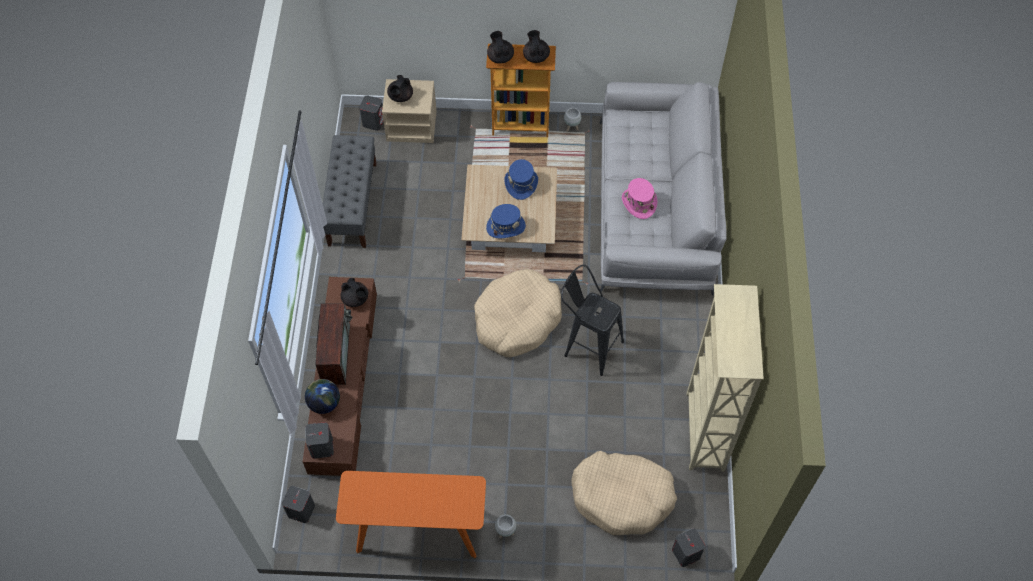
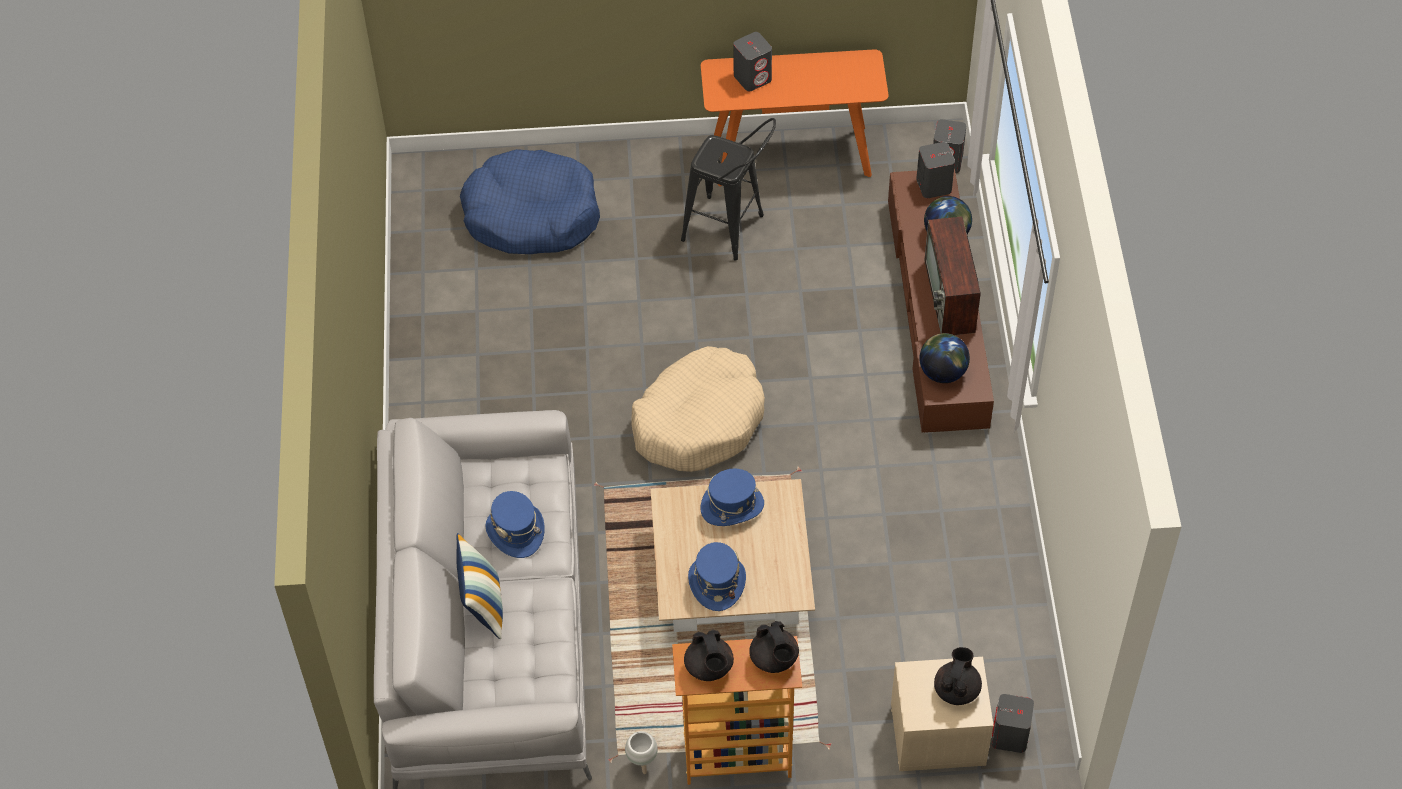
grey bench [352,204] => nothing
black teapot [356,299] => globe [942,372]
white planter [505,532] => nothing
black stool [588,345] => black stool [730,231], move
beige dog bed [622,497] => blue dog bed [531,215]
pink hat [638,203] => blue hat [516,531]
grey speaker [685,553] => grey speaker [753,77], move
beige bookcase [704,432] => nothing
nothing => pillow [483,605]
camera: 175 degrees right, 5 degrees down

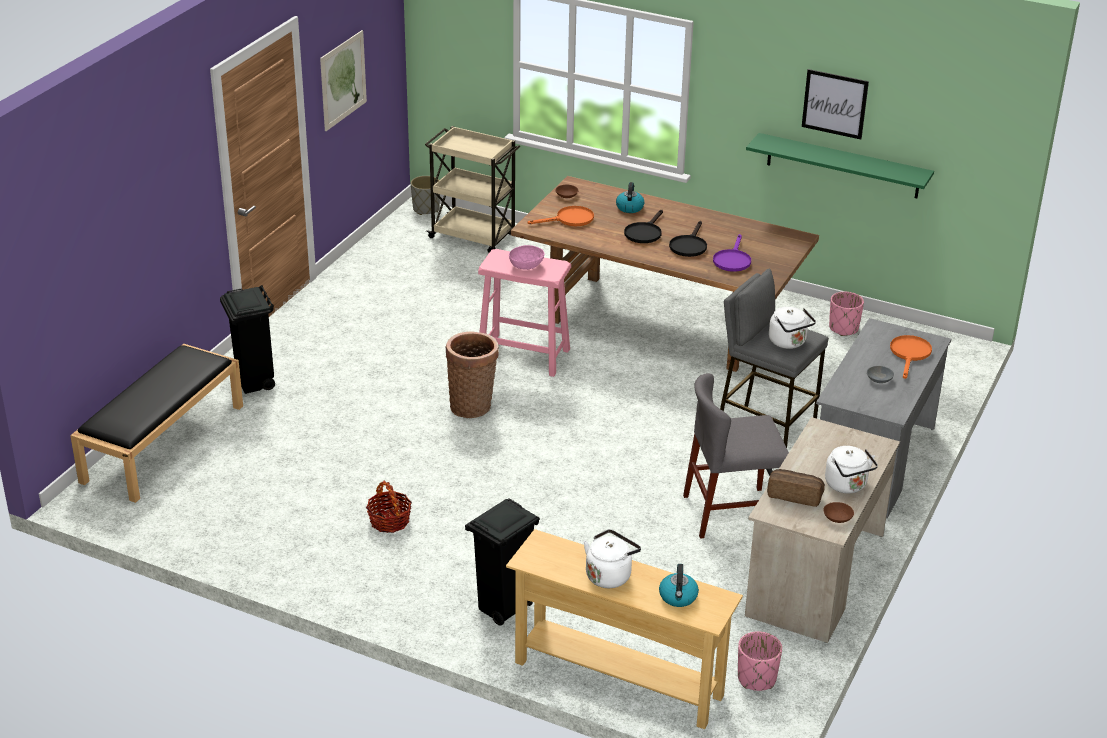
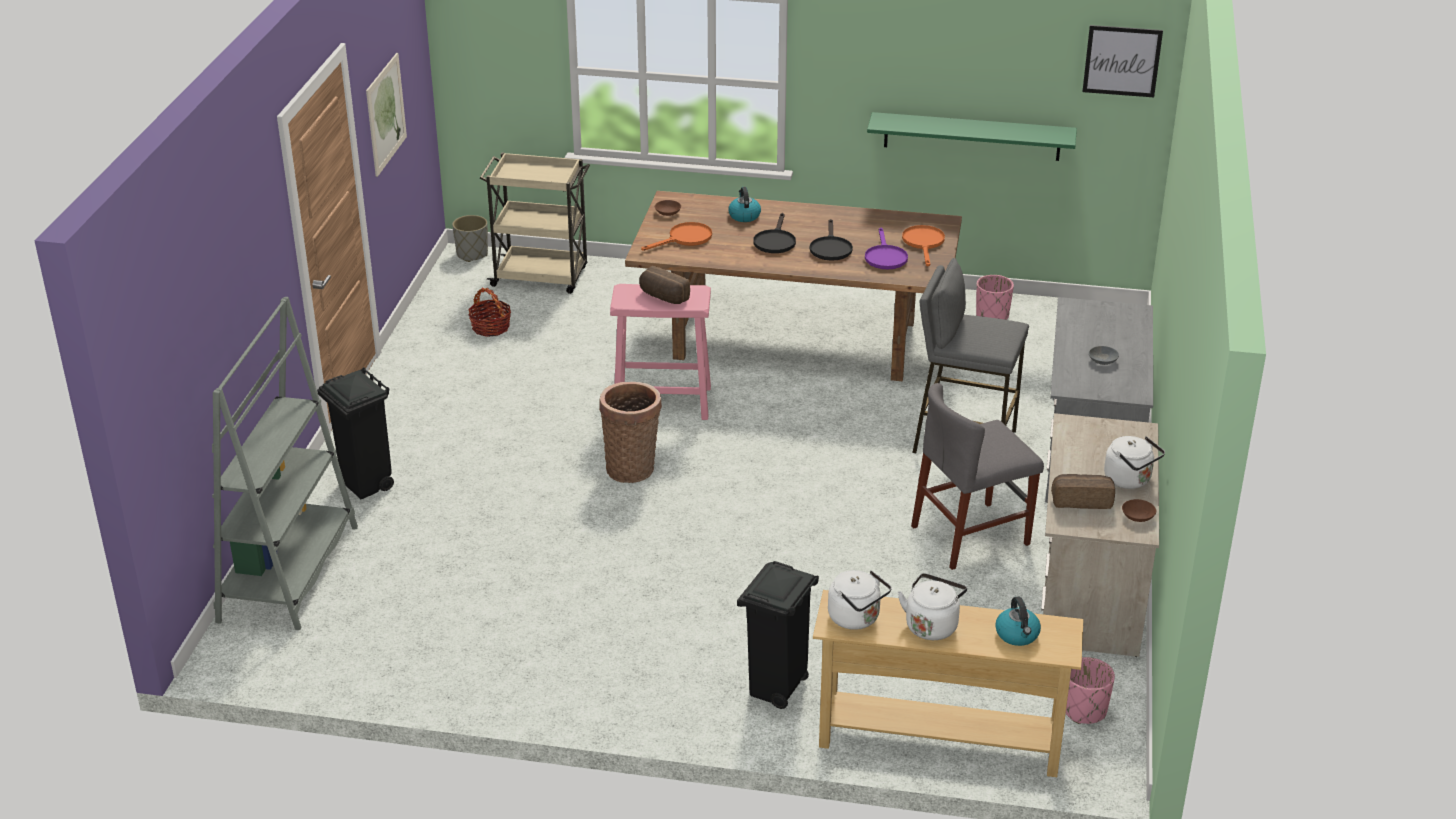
black bench [163,442] => grey bookcase [289,573]
basket [389,521] => basket [490,327], move
pink bowl [526,265] => bread [663,297]
white kettle [789,342] => white kettle [857,619], move
picture [834,104] => picture [1122,61], move
orange frying pan [910,354] => orange frying pan [924,243], move
camera: 15 degrees left, 0 degrees up

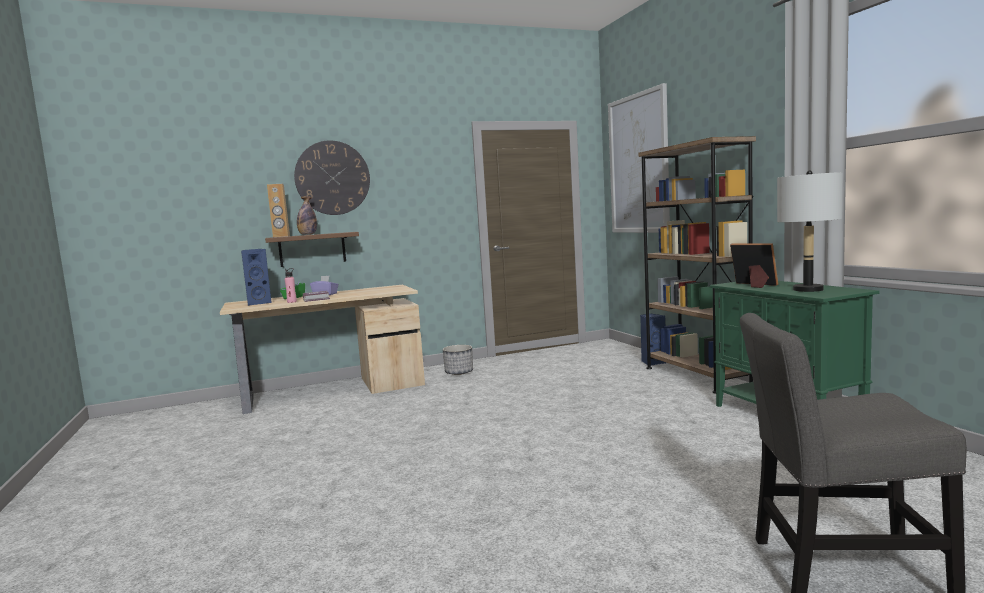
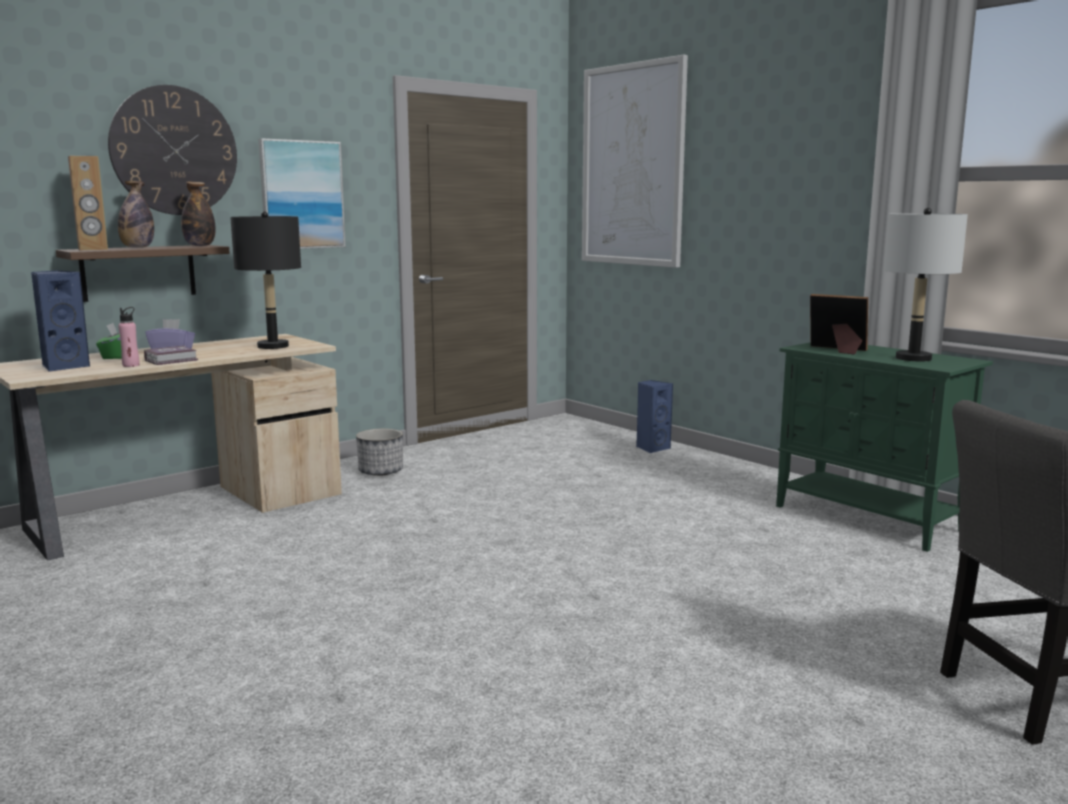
brown bookcase [696,376] => nothing
nothing => bottle [200,246]
nothing => black table lamp [273,346]
nothing => picture [302,195]
camera: 20 degrees left, 5 degrees up

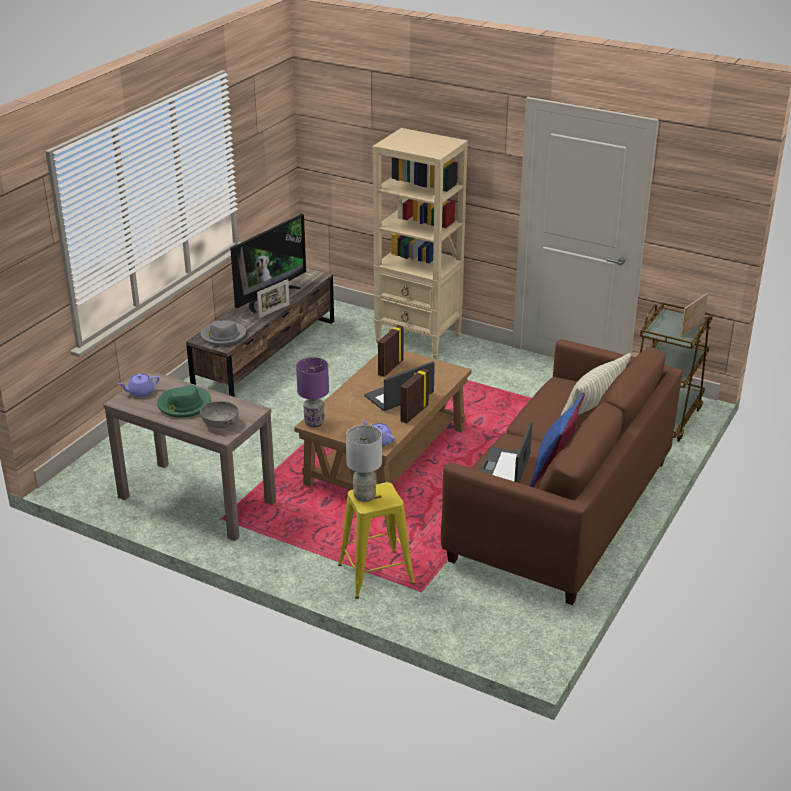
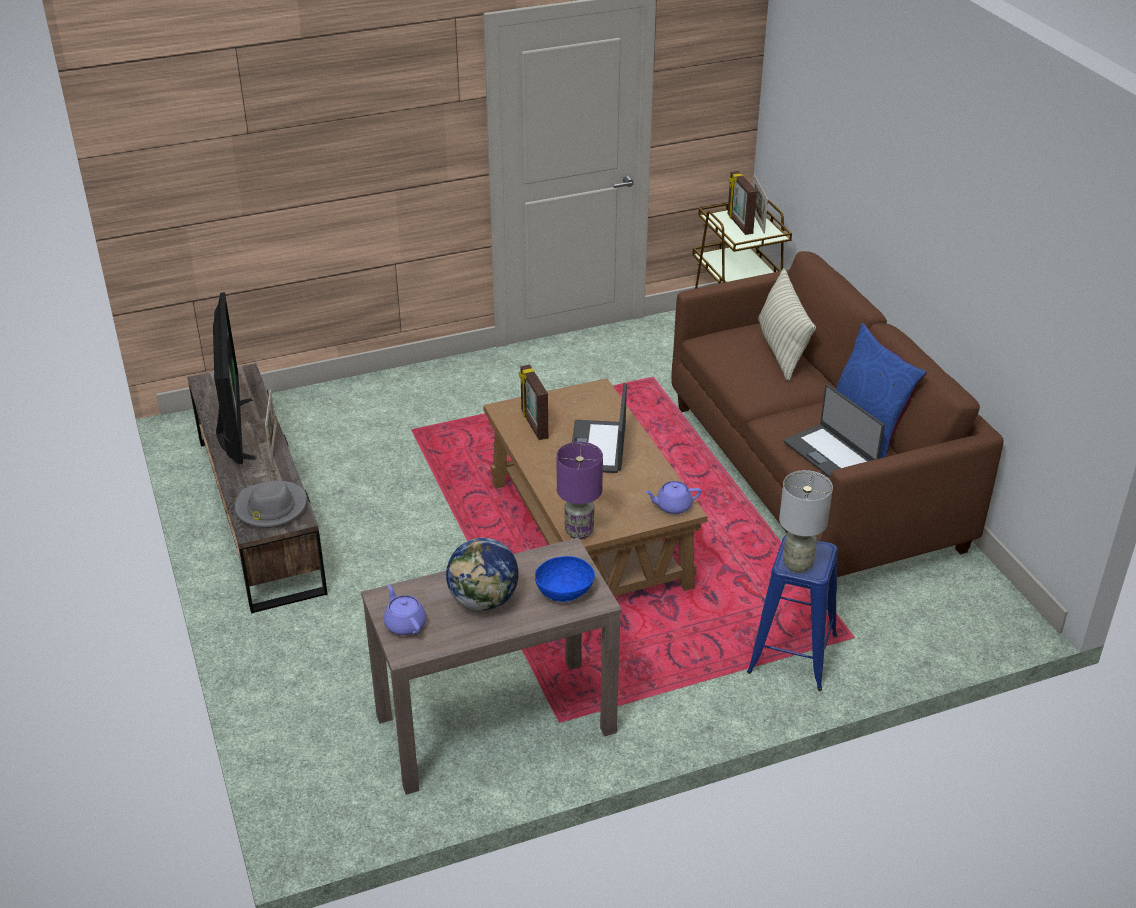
purple teapot [140,392] => purple teapot [405,624], 135 degrees clockwise
green hat [184,404] => globe [484,601]
grey bowl [220,423] => blue bowl [564,590]
yellow stool [376,574] => blue stool [792,653]
beige bookcase [418,339] => nothing
picture frame [414,413] => picture frame [739,224], move
camera: 50 degrees left, 5 degrees up

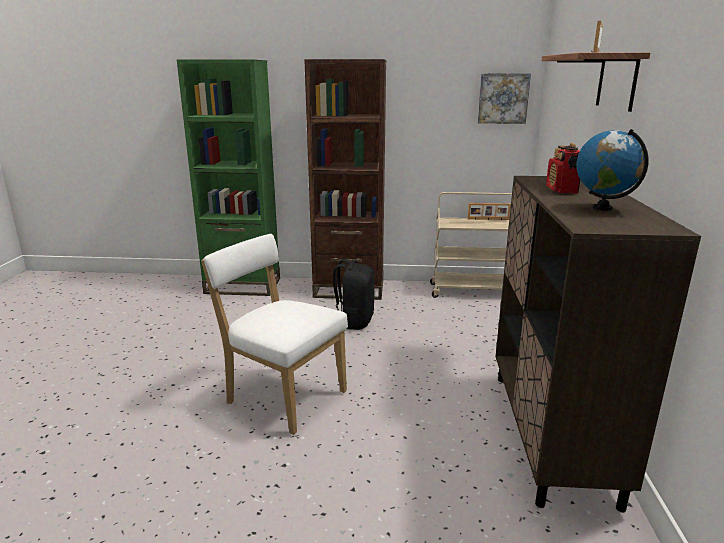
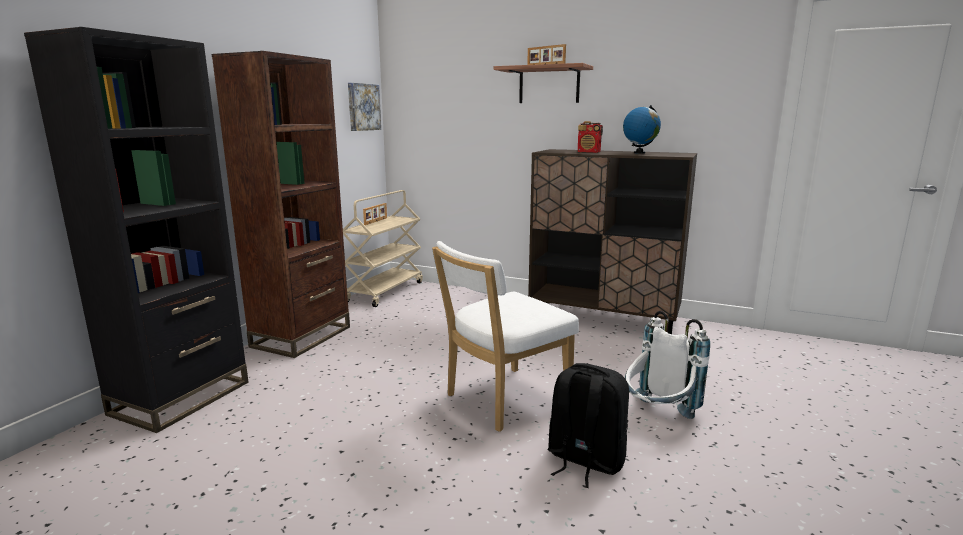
green bookcase [243,286] => black bookcase [181,398]
black backpack [354,321] => black backpack [584,460], move
nothing => white backpack [658,417]
camera: 70 degrees left, 5 degrees down

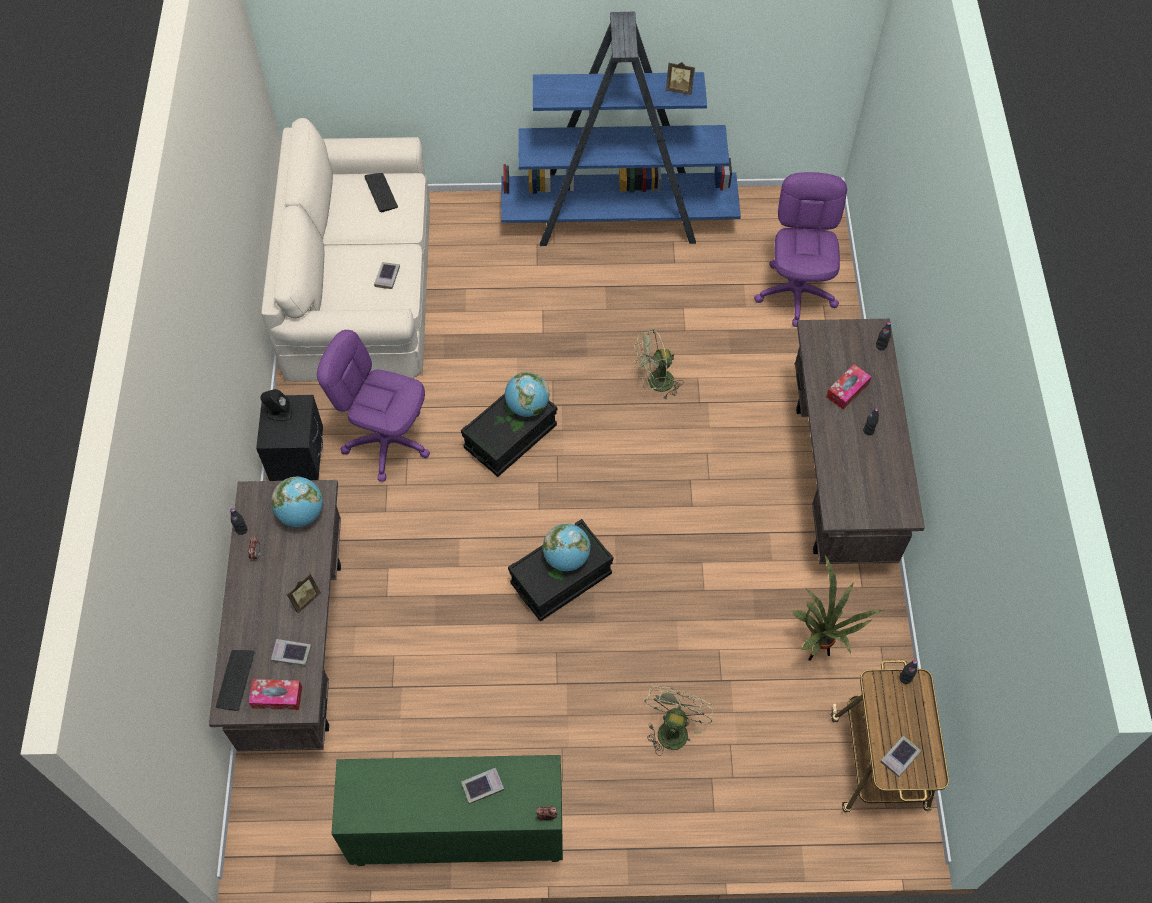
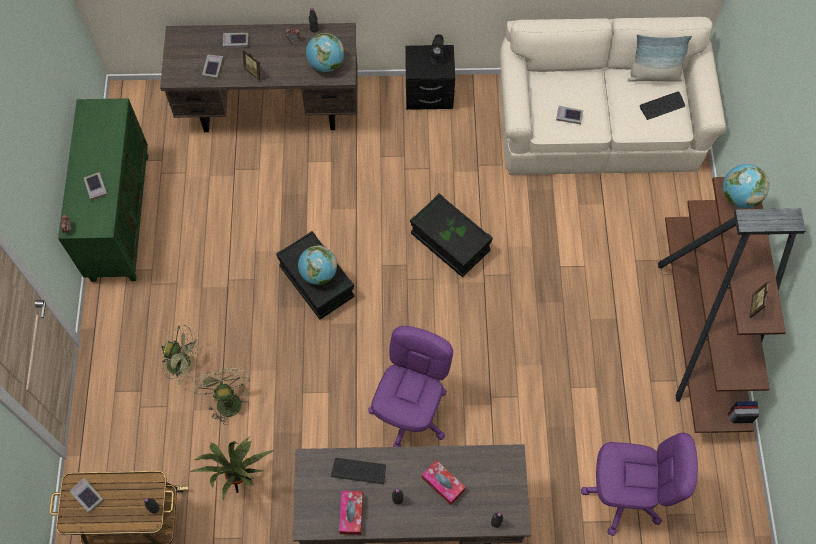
keyboard [235,680] => keyboard [359,471], move
tissue box [277,697] => tissue box [351,514], move
purple office chair [387,442] => purple office chair [411,412], move
blue bookcase [619,218] => brown bookcase [700,332]
globe [527,406] => globe [739,197], move
green fan [655,383] => green fan [226,400], move
nothing => book [236,41]
nothing => pillow [653,75]
camera: 90 degrees right, 5 degrees up

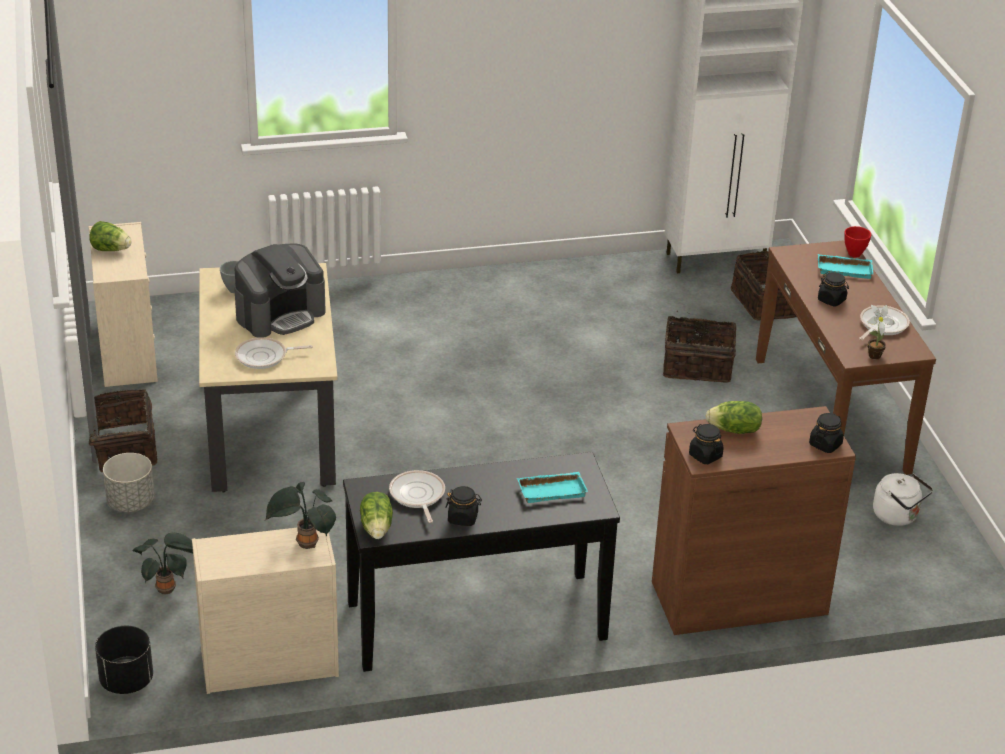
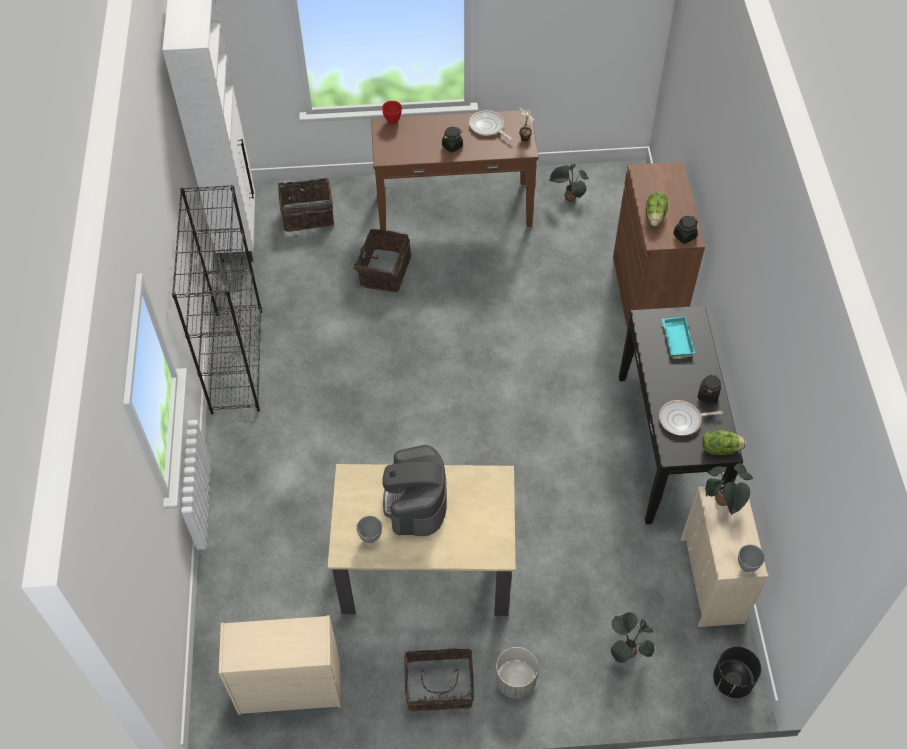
lettuce [111,249] => nothing
coffee machine [280,314] => coffee machine [416,503], 150 degrees counterclockwise
frying pan [264,357] => nothing
black jar [825,444] => nothing
turquoise tray [845,269] => nothing
white kettle [898,516] => potted plant [568,198]
nothing => black bookcase [236,360]
nothing => grey bowl [747,567]
camera: 80 degrees left, 20 degrees up

